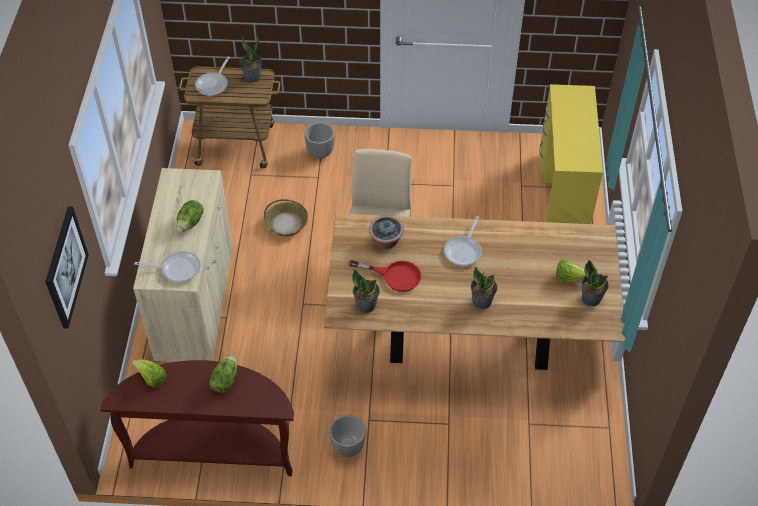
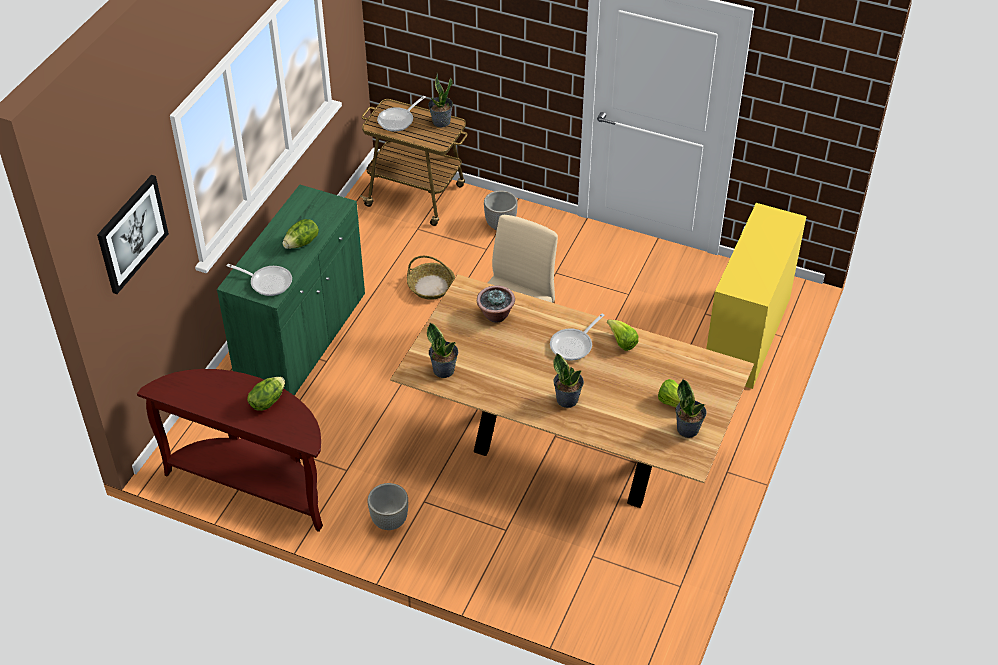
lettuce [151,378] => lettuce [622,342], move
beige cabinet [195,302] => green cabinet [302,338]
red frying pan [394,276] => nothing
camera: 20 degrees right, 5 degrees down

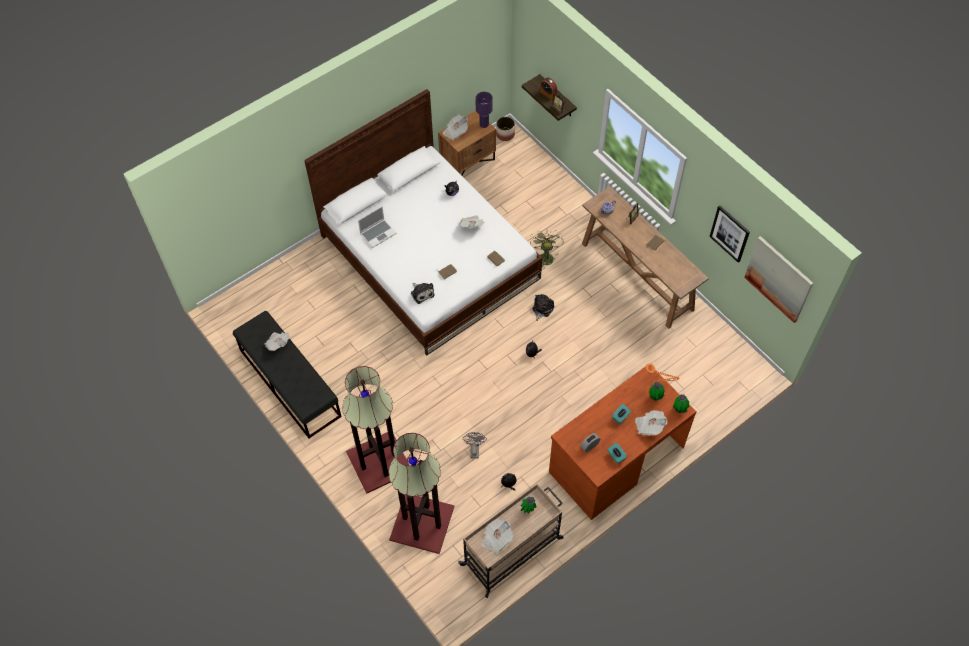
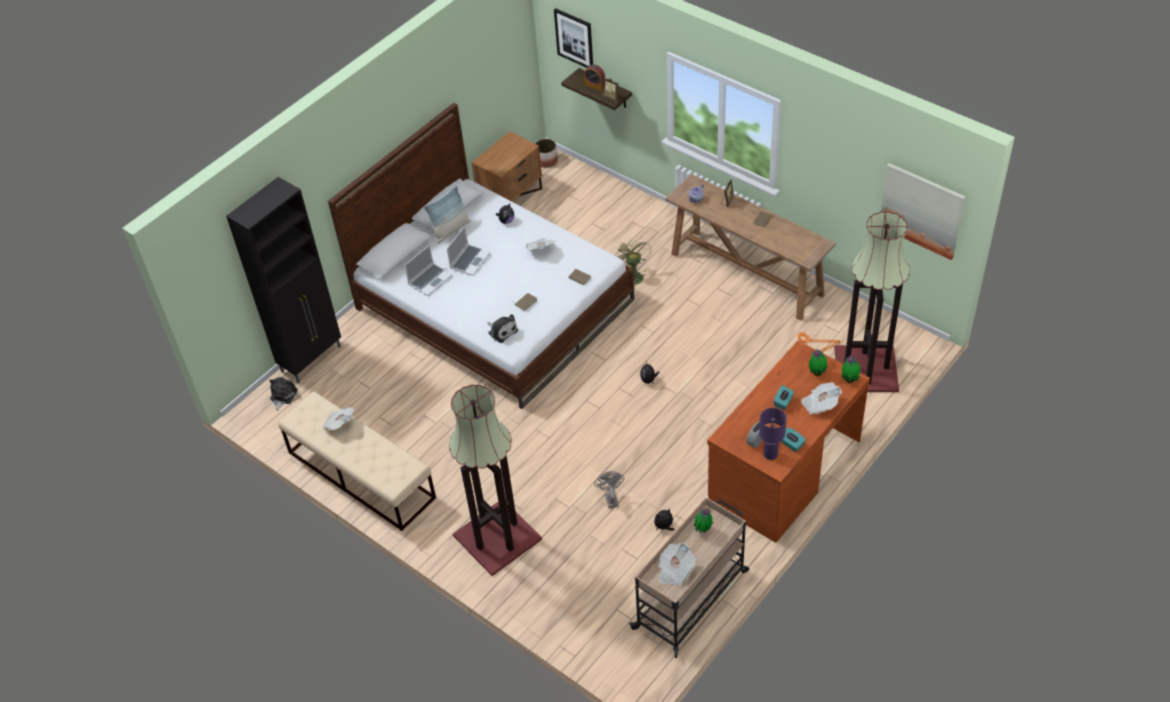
black bench [289,383] => beige bench [361,475]
floor lamp [421,524] => floor lamp [865,370], move
newspaper [455,132] => nothing
purple table lamp [484,124] => purple table lamp [770,455], move
plush toy [542,308] => plush toy [282,396], move
picture [730,233] => picture [574,38], move
nothing => black cabinet [312,358]
nothing => pillow [450,230]
nothing => laptop [470,260]
camera: 10 degrees left, 10 degrees down

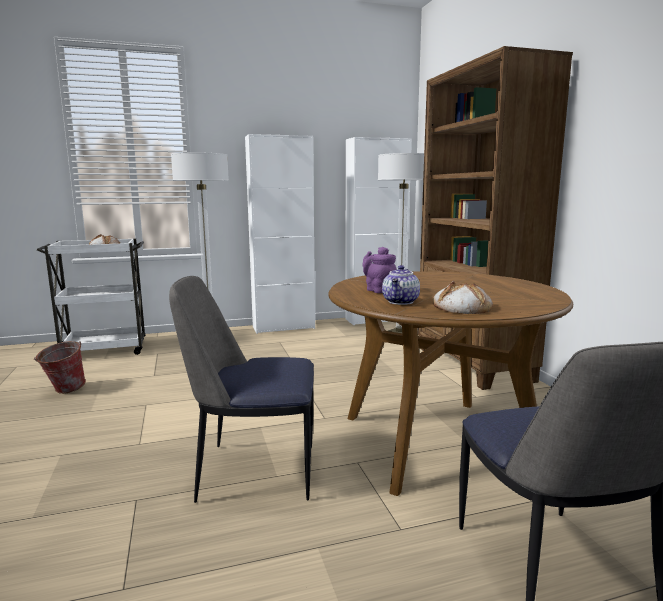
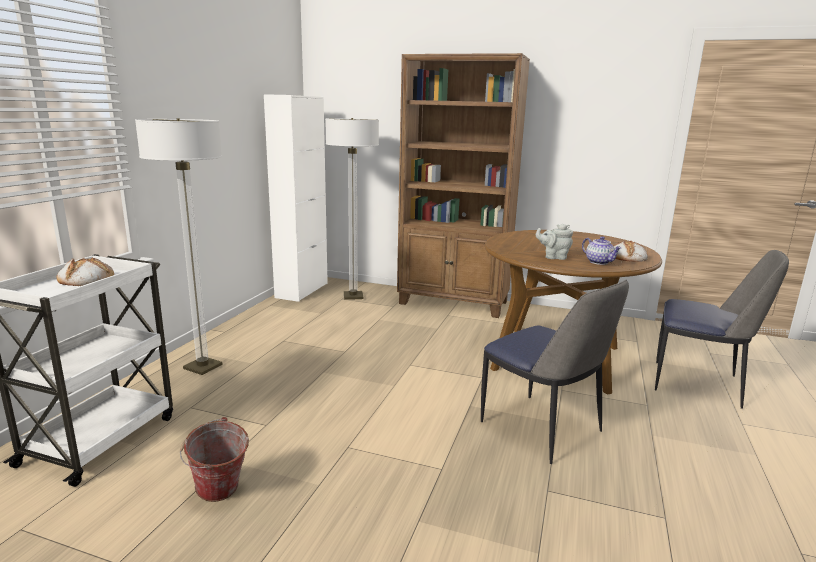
chair [253,471] => chair [543,429], 75 degrees counterclockwise
white cabinet [283,327] => nothing
purple teapot [379,290] => grey teapot [554,257]
camera: 55 degrees left, 5 degrees up

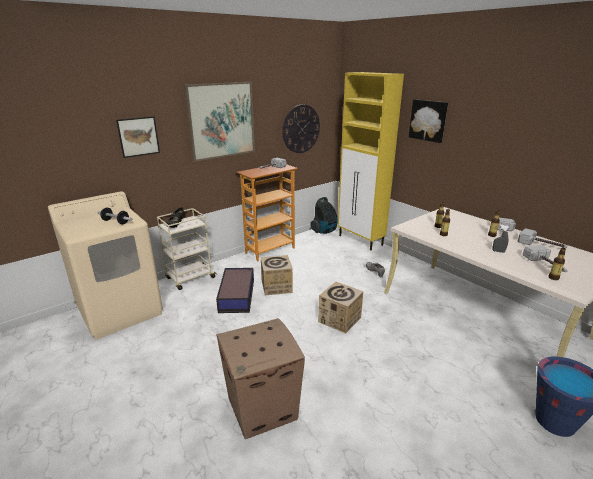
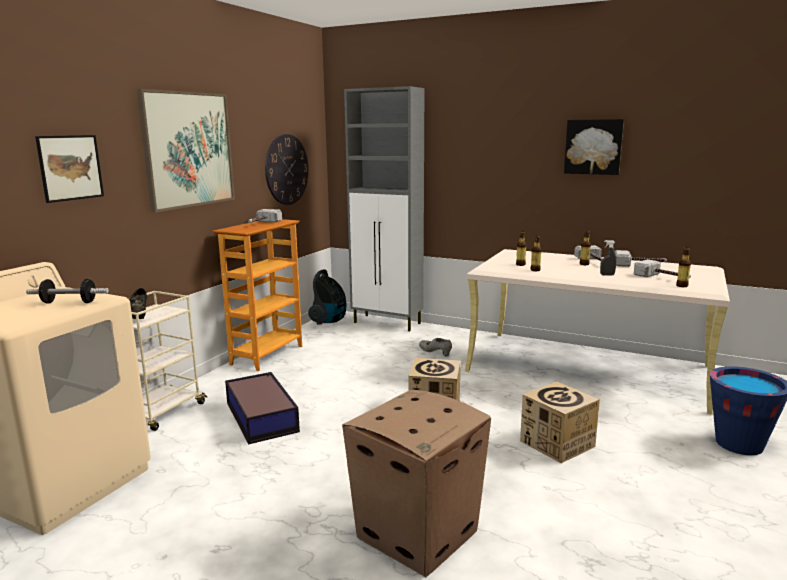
cardboard box [276,286] => cardboard box [557,444], move
yellow cabinet [361,240] => grey cabinet [388,323]
picture [428,120] => picture [593,147], move
camera: 25 degrees left, 10 degrees down

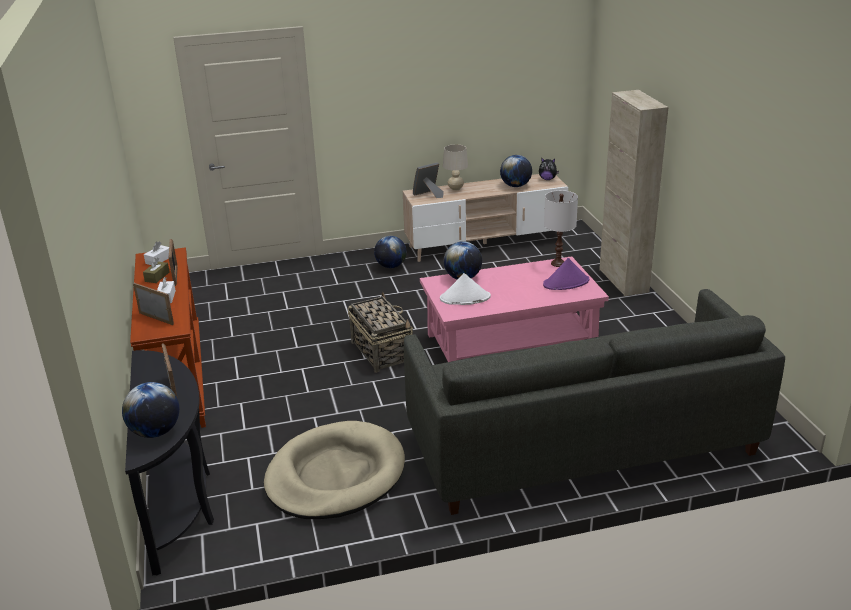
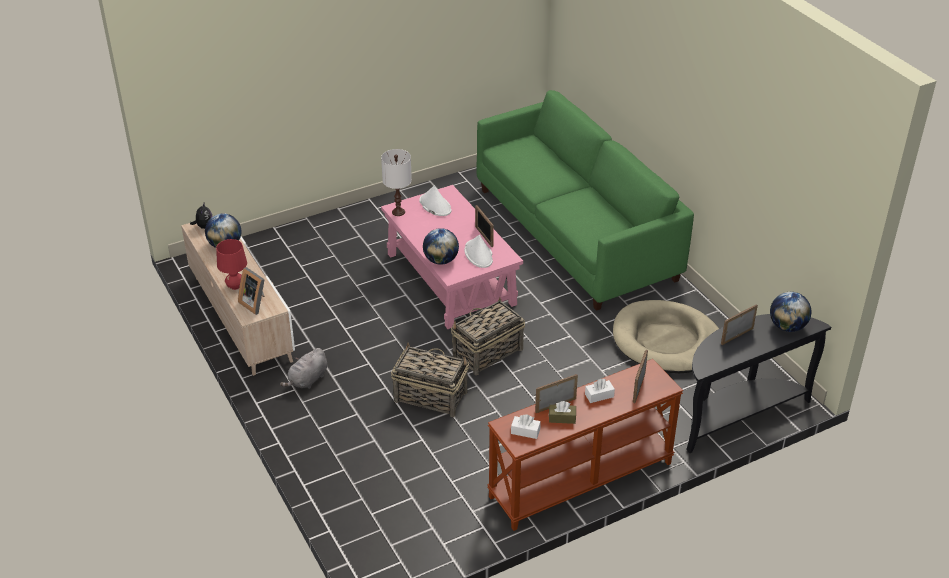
globe [391,266] => grey plush toy [307,380]
grey sofa [582,443] => green sofa [576,233]
beige table lamp [455,188] => red table lamp [235,286]
purple hat [566,283] => white hat [435,205]
beige cabinet [623,281] => nothing
nothing => basket [430,396]
nothing => picture frame [484,237]
camera: 105 degrees left, 10 degrees up

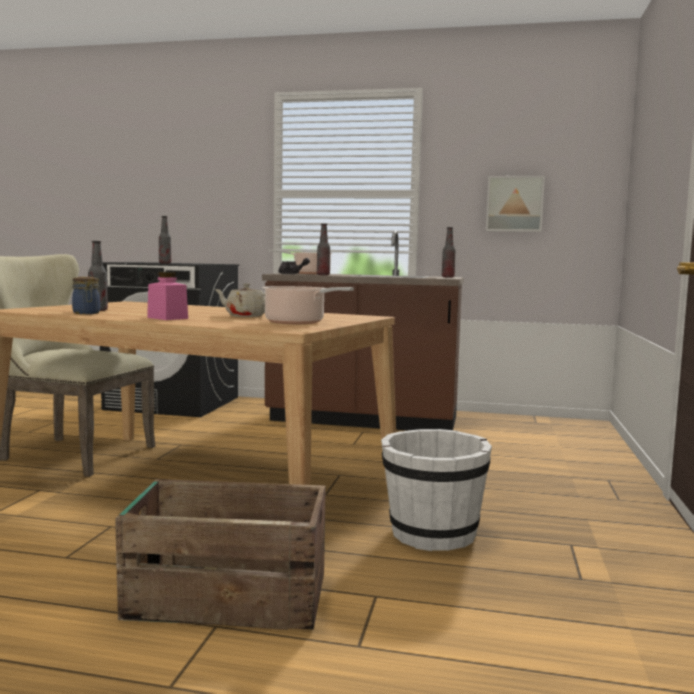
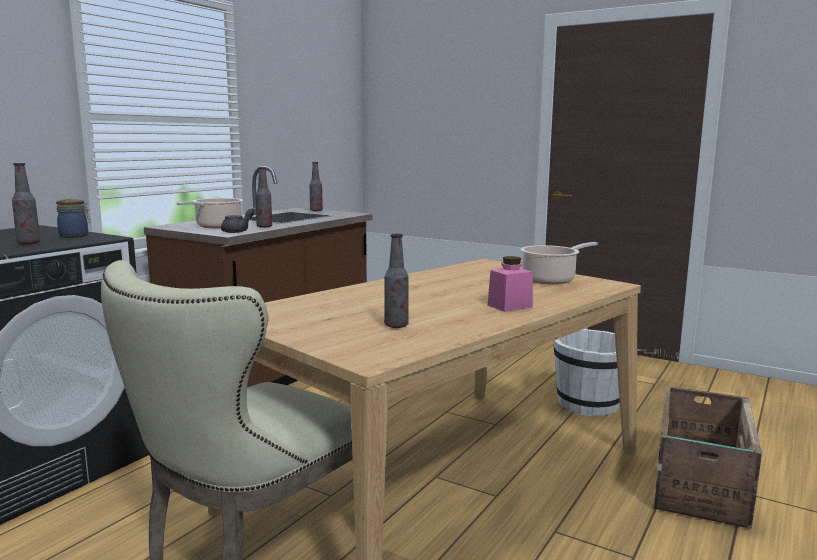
jar [86,313] => jar [75,236], move
beige teapot [245,316] => nothing
picture [514,204] => nothing
camera: 70 degrees left, 5 degrees up

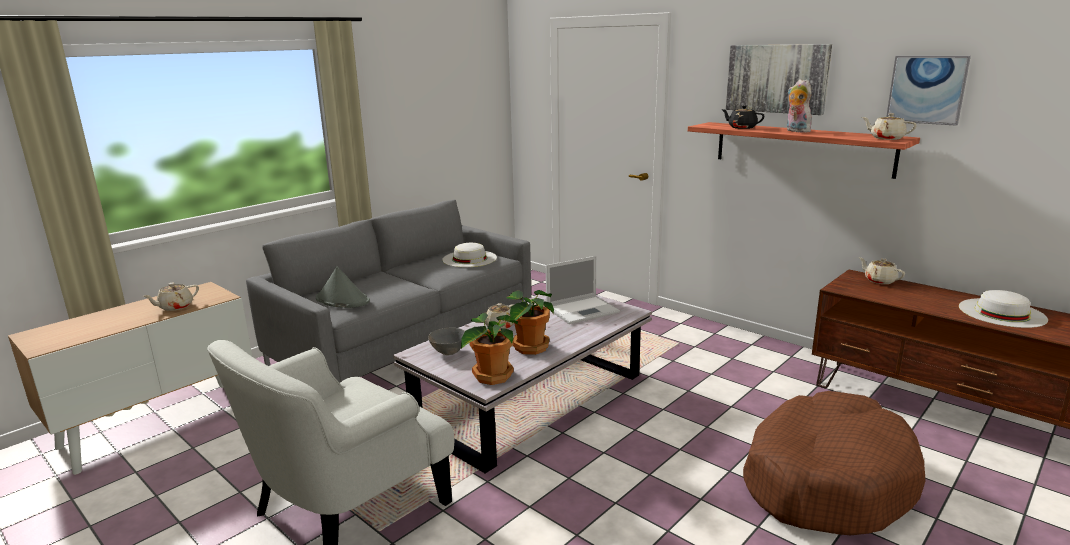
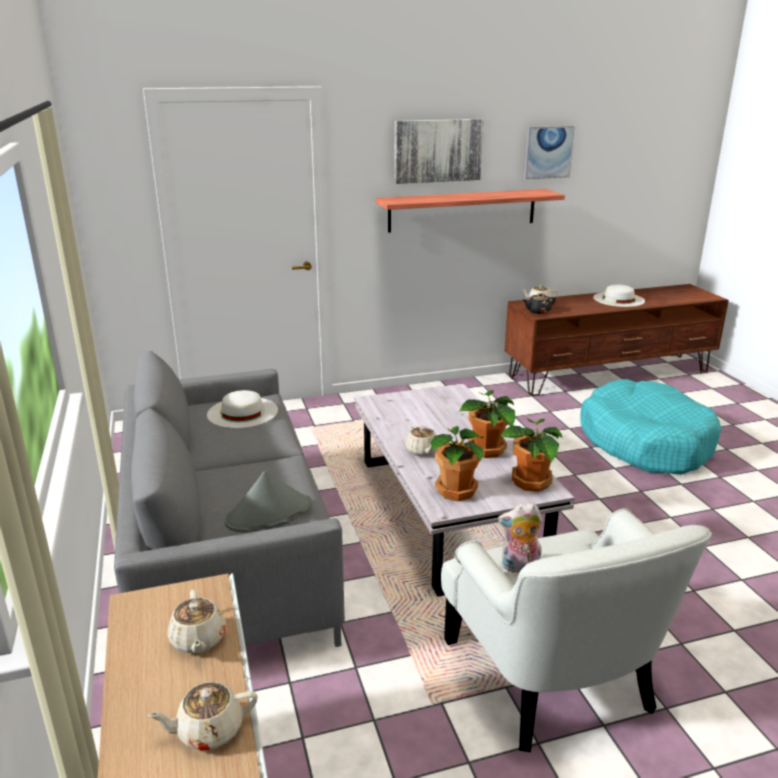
grey bowl [448,352] => potted plant [458,491]
laptop [583,310] => nothing
black teapot [741,127] => black teapot [538,311], move
brown dog bed [826,480] => turquoise dog bed [645,442]
plush toy [796,131] => plush toy [519,568], move
beige teapot [886,138] => beige teapot [208,730], move
camera: 60 degrees left, 5 degrees up

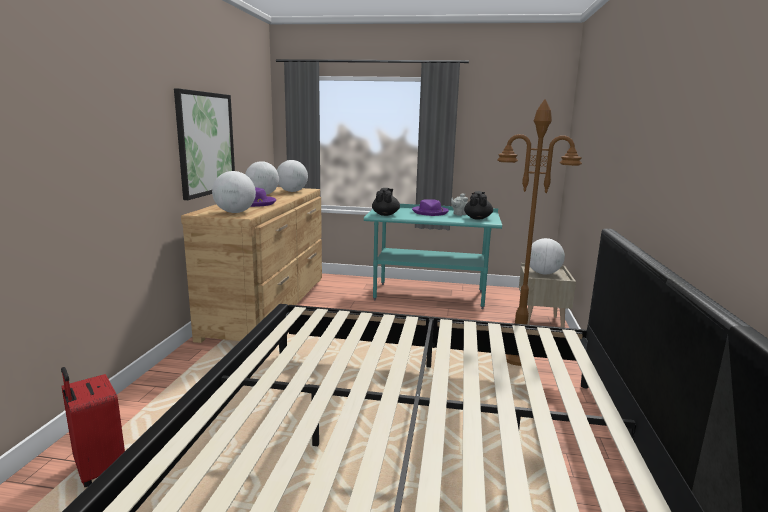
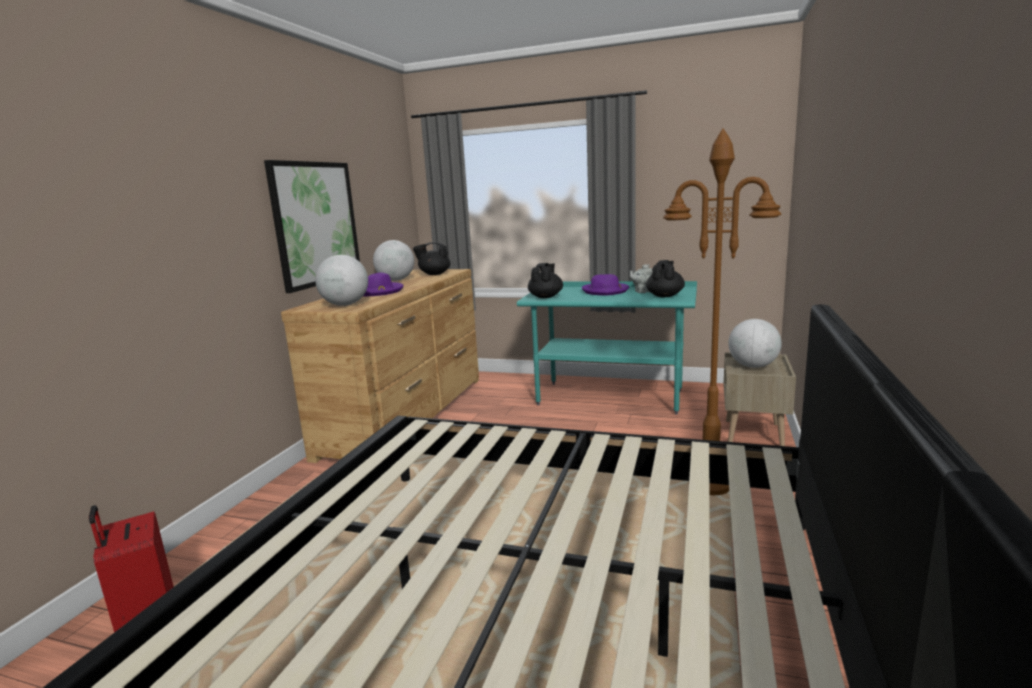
globe [292,191] => black teapot [434,274]
camera: 10 degrees right, 0 degrees up

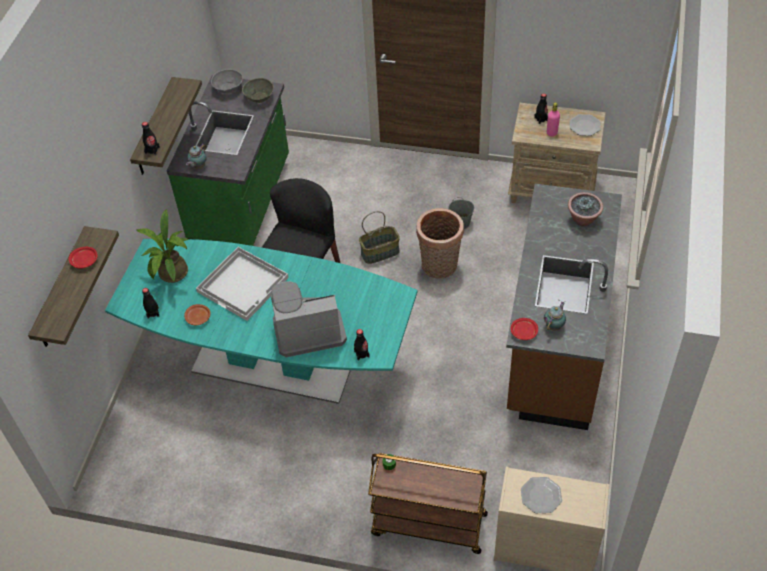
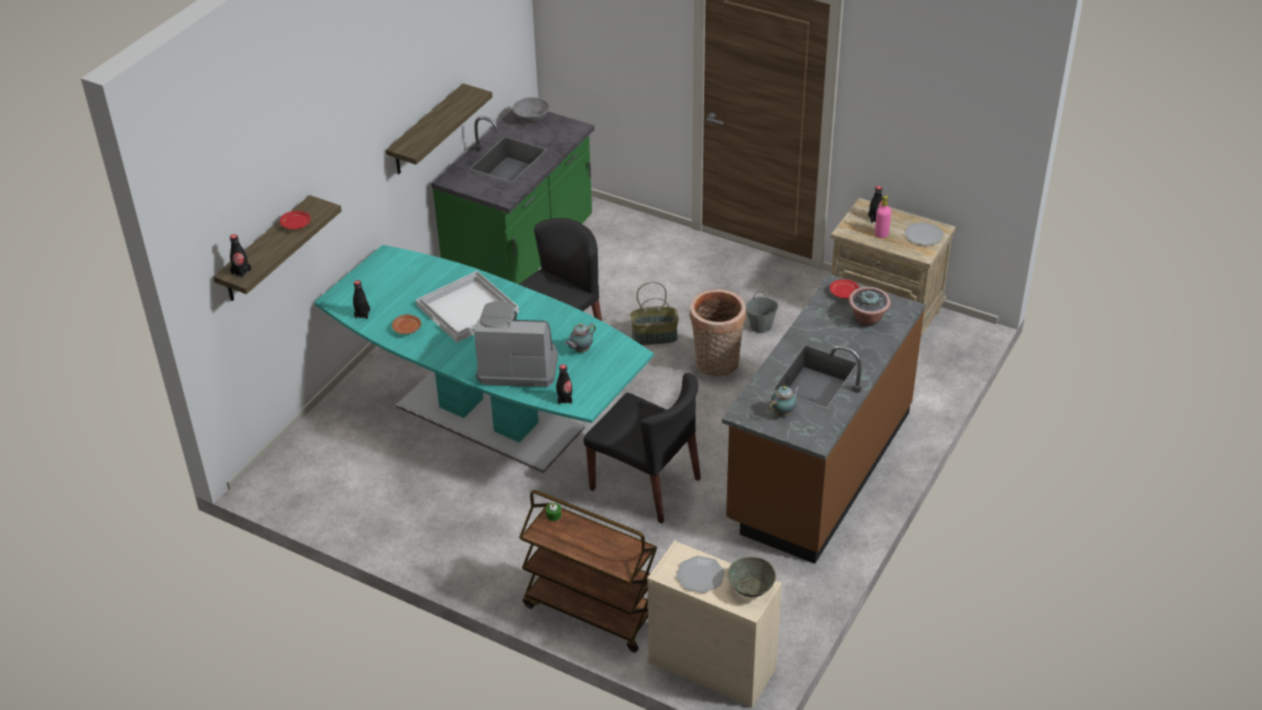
potted plant [171,275] => nothing
black bottle [152,150] => black bottle [241,272], move
teapot [198,166] => teapot [580,350], move
grey bowl [260,97] => grey bowl [751,587], move
red plate [523,332] => red plate [843,293], move
nothing => black chair [646,484]
camera: 15 degrees right, 10 degrees down

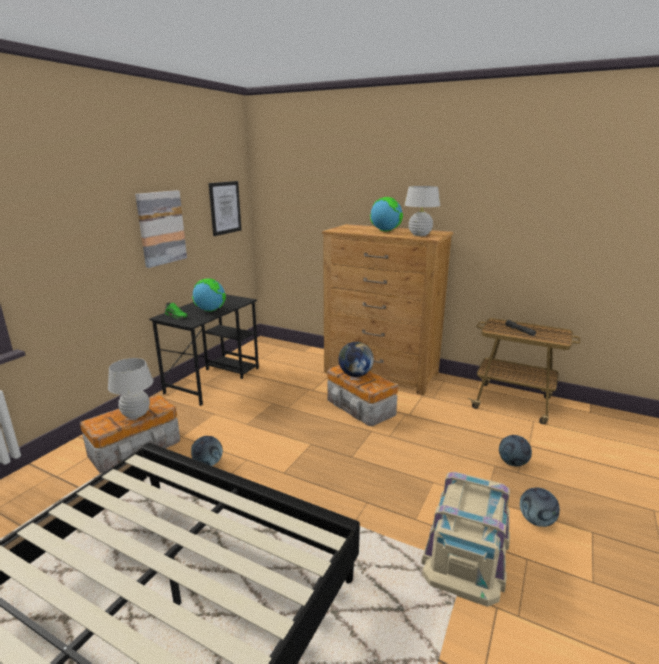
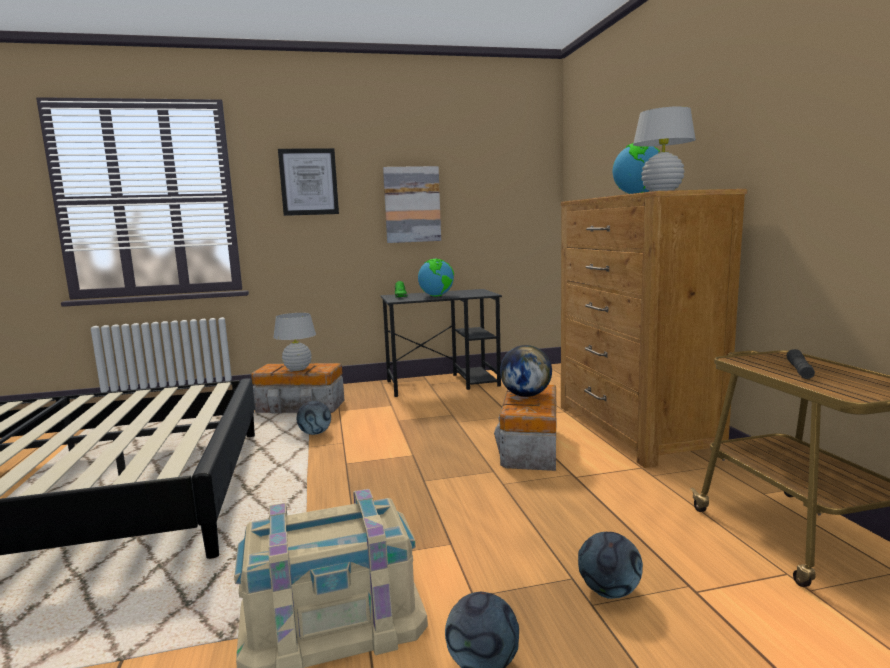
picture [225,208] => picture [309,182], move
camera: 50 degrees right, 10 degrees down

